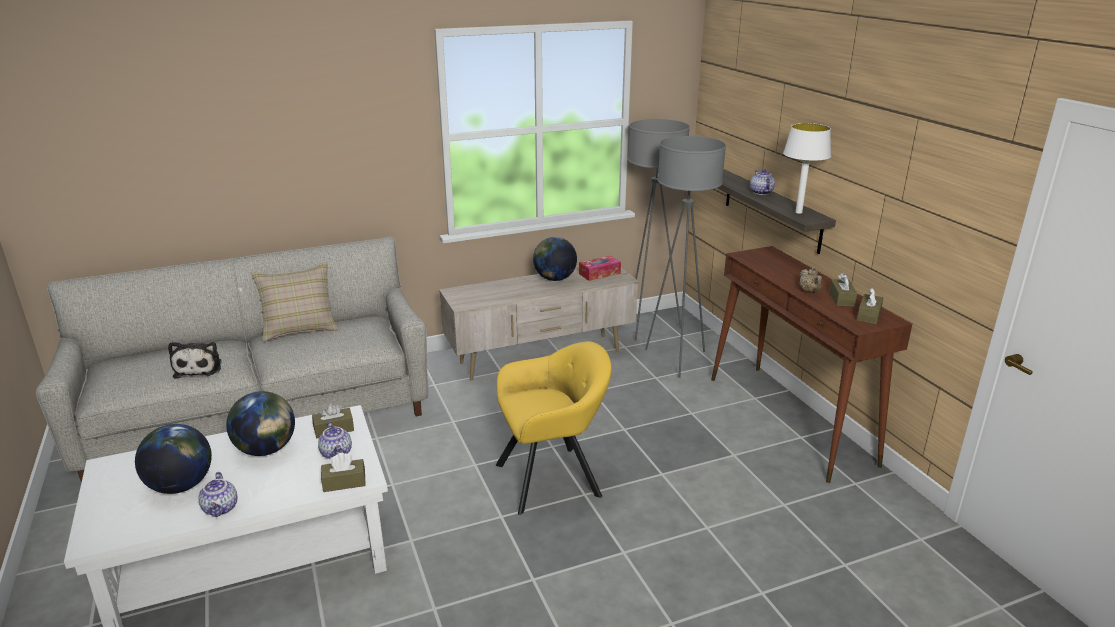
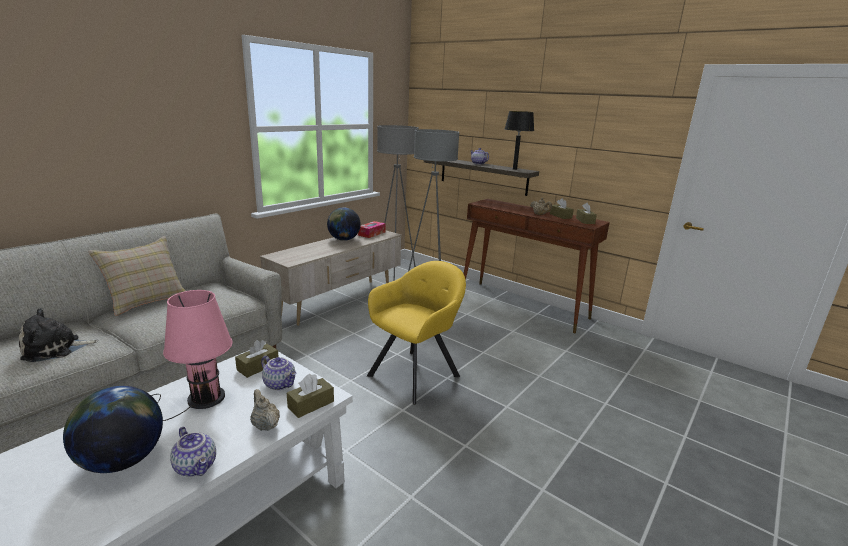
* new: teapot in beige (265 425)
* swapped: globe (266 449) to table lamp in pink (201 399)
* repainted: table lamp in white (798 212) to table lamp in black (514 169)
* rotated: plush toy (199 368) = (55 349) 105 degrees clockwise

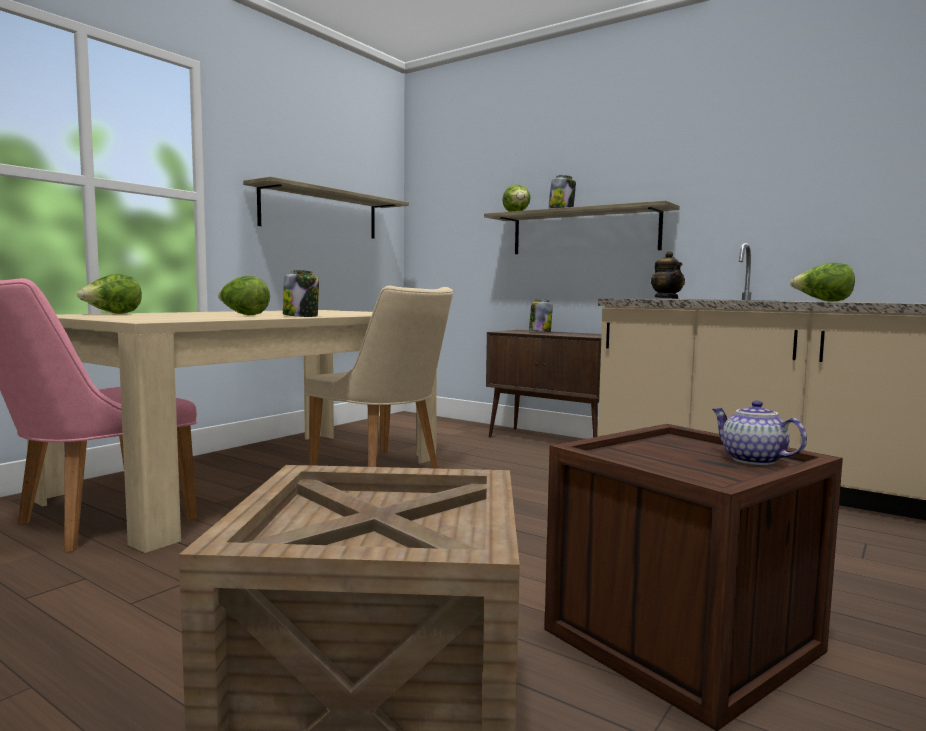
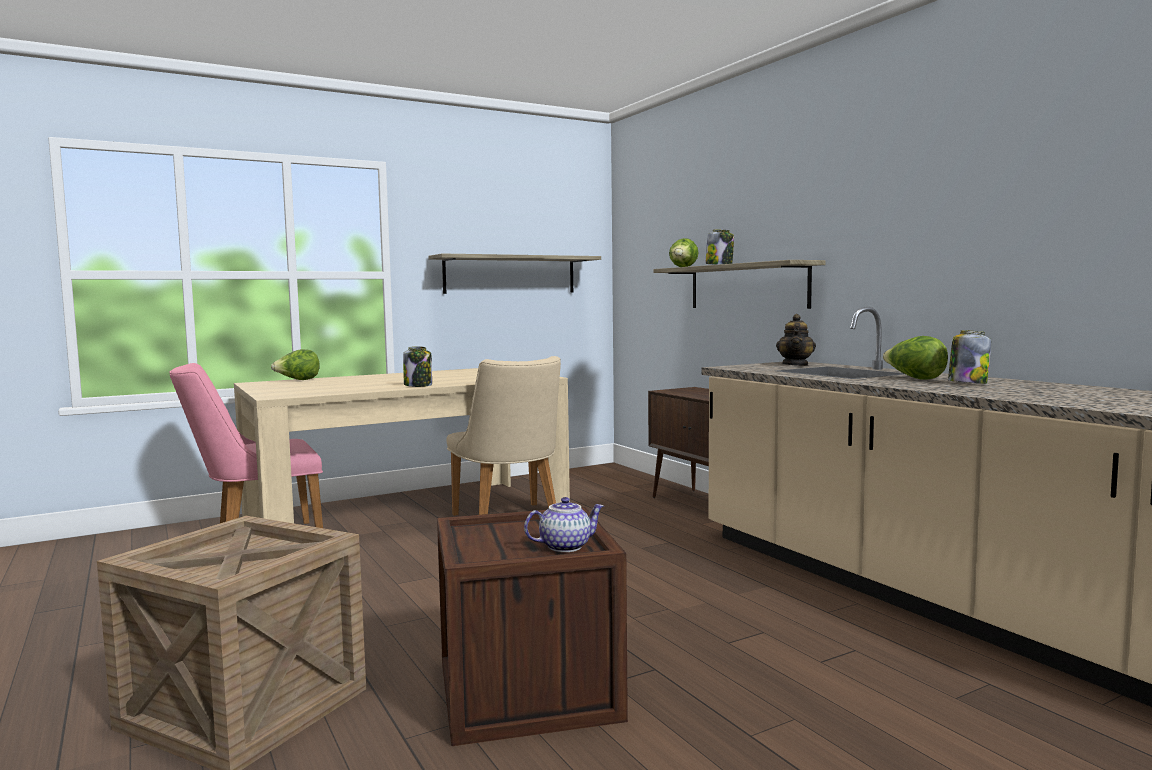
* gone: lettuce (243 315)
* shifted: jar (539 332) to (967 383)
* rotated: teapot (752 460) = (565 546) 75 degrees clockwise

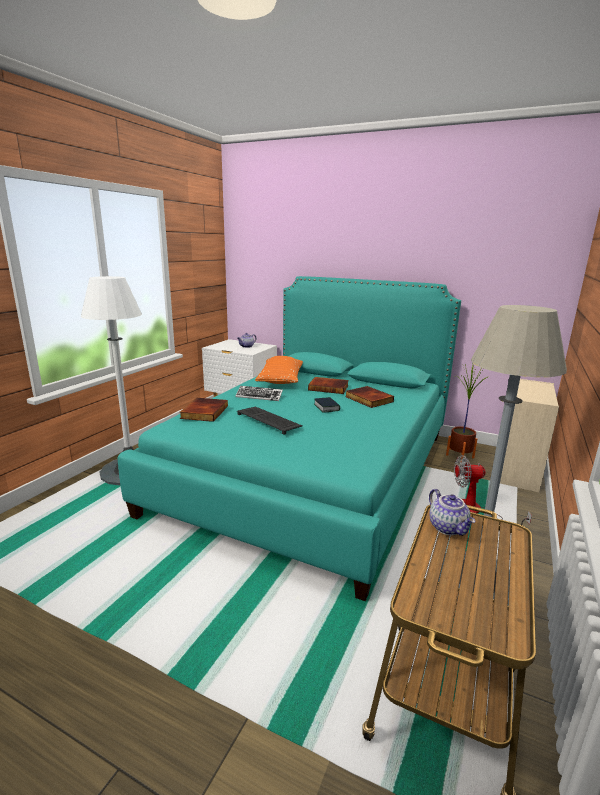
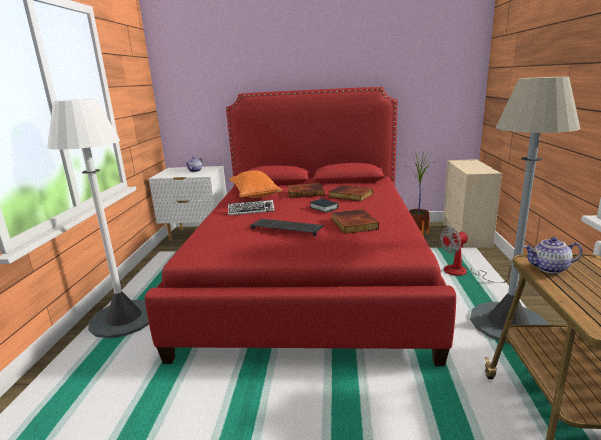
* shifted: book (203 412) to (352 224)
* repainted: bed in turquoise (311 470) to bed in red (309 273)
* rotated: teapot (448 528) = (549 269) 135 degrees clockwise

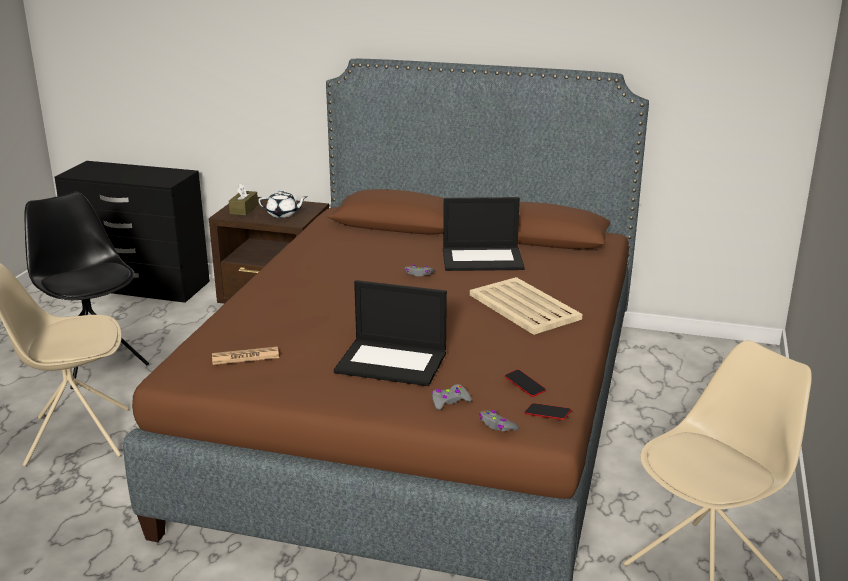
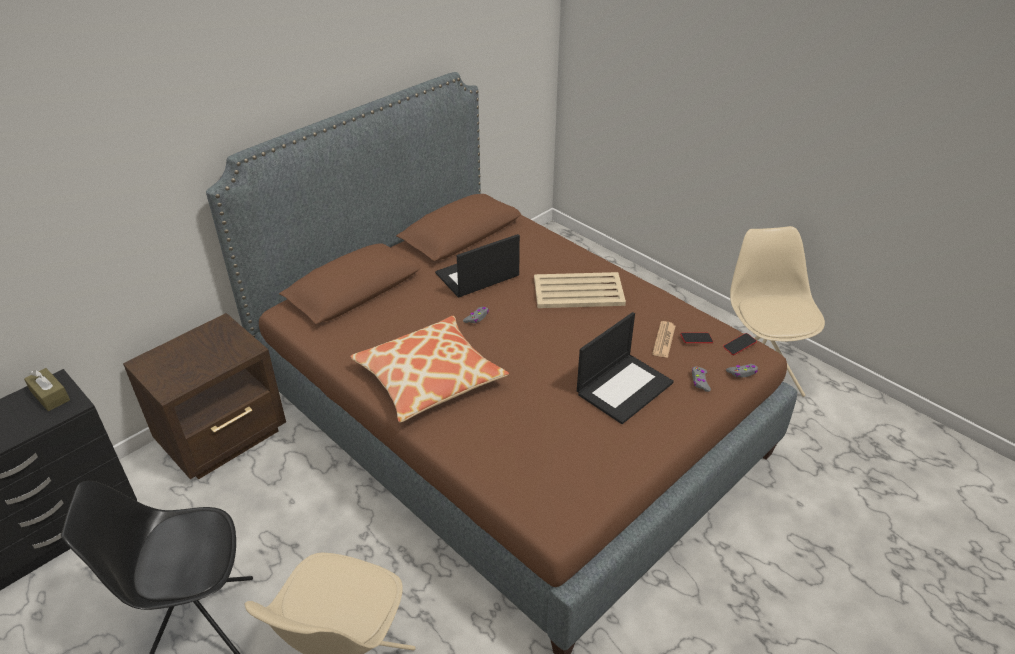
* gone: teapot in white (283 214)
* new: pillow (429 378)
* shifted: newspaper (245 357) to (664 340)
* shifted: tissue box in brown (244 209) to (50 395)
* rotated: laptop (483 259) = (477 276) 150 degrees counterclockwise

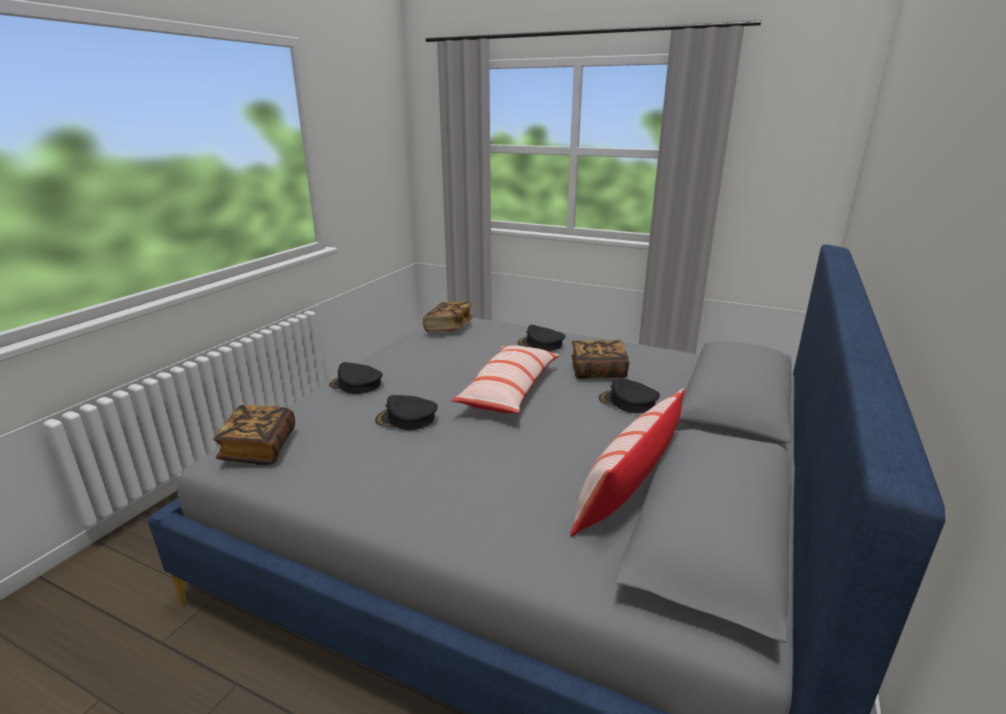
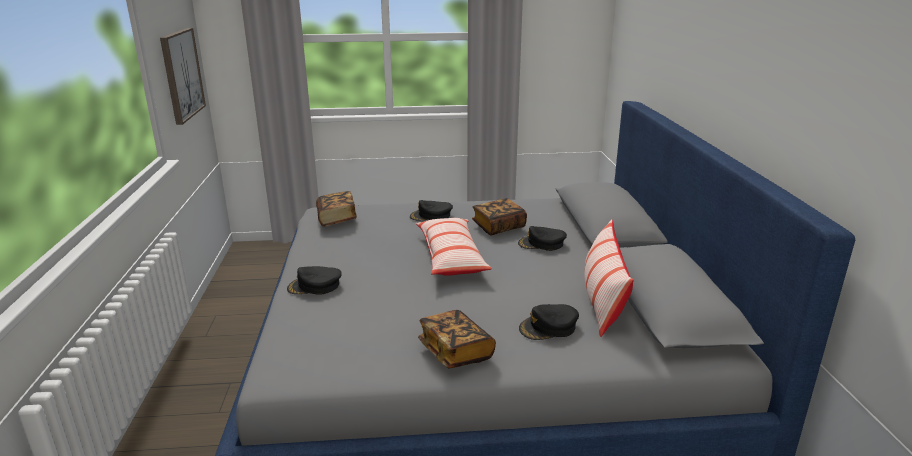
* new: picture (181 74)
* shifted: book (259 448) to (455 352)
* shifted: cap in black (406 419) to (548 327)

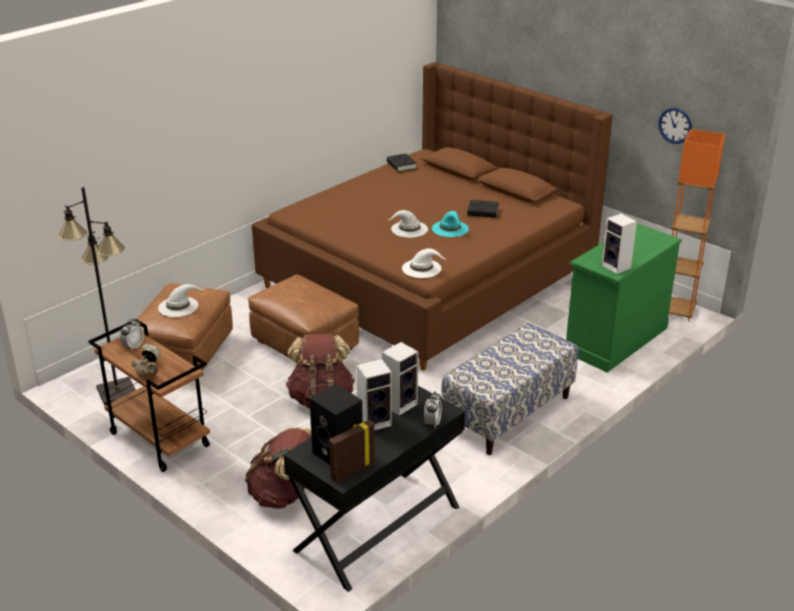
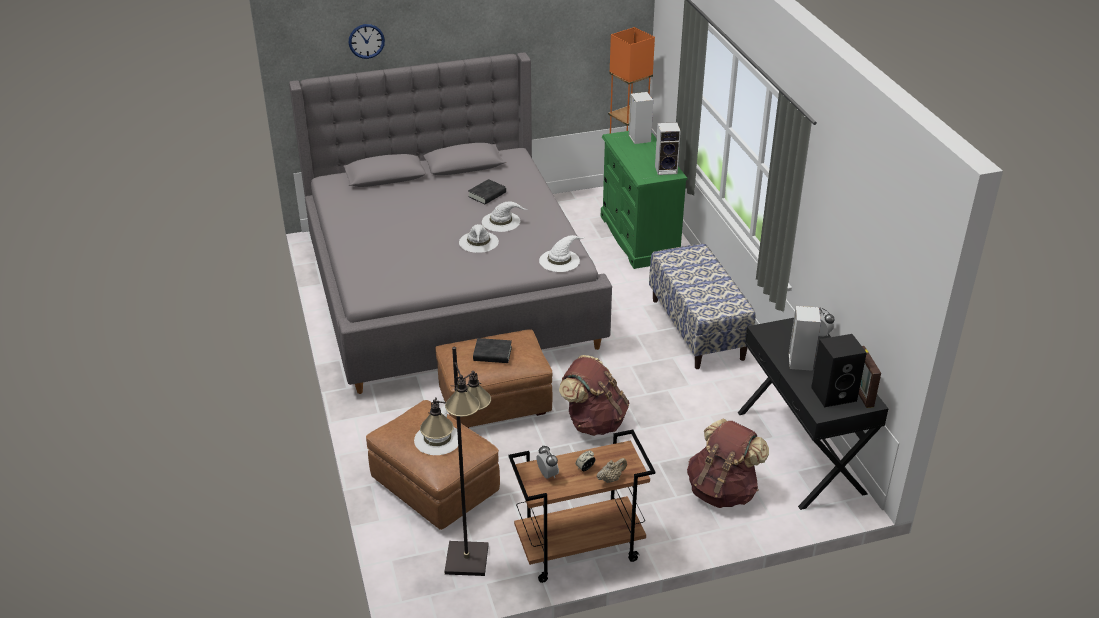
* shifted: speaker (400 404) to (638 138)
* shifted: book in black (401 165) to (492 354)
* shifted: wall clock (675 125) to (366 41)
* repainted: bed in brown (430 278) to bed in grey (450 288)
* repainted: hat in turquoise (450 229) to hat in white (501 221)

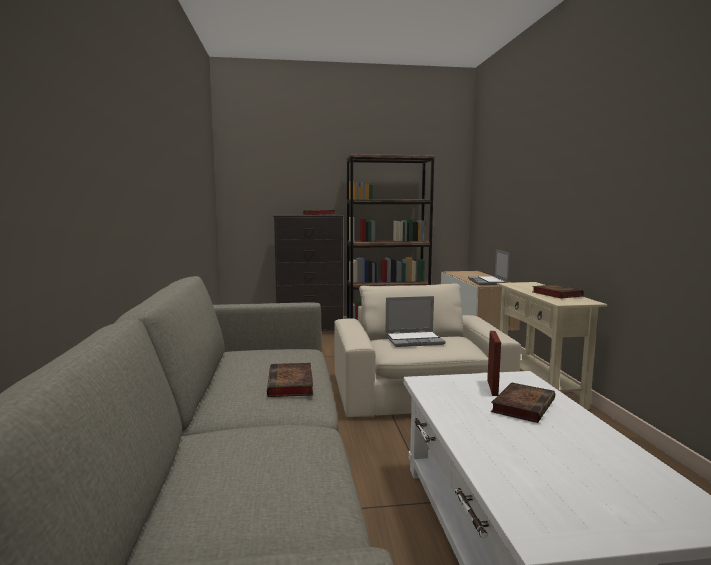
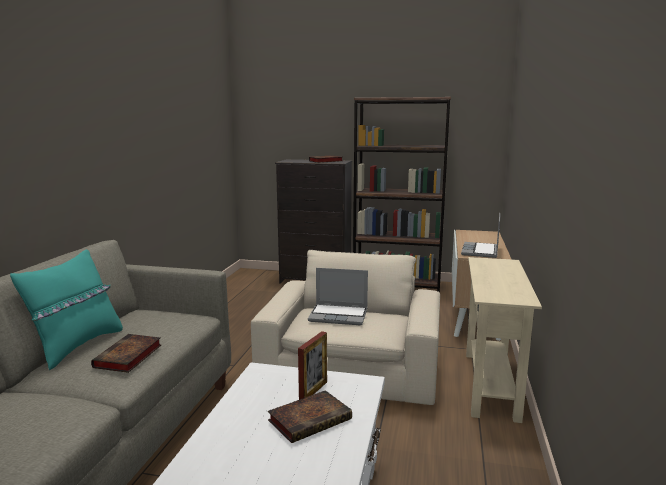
* gone: book (555 294)
* new: pillow in turquoise (77 346)

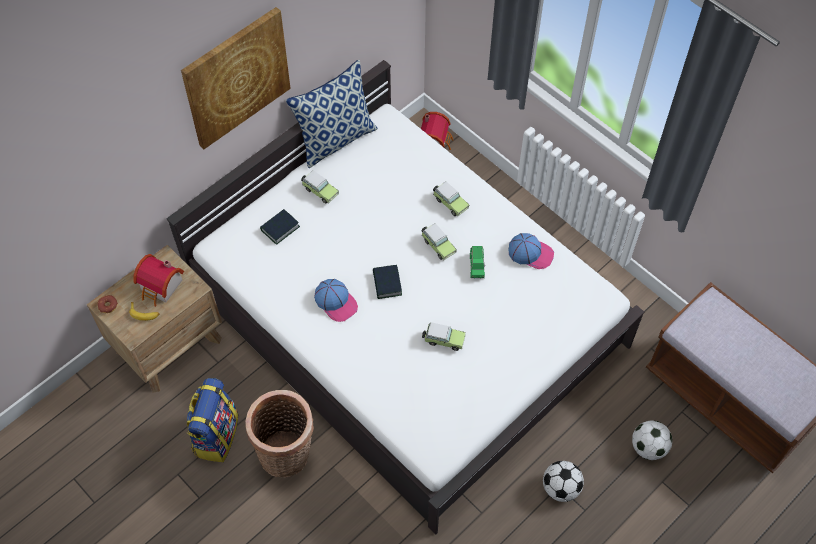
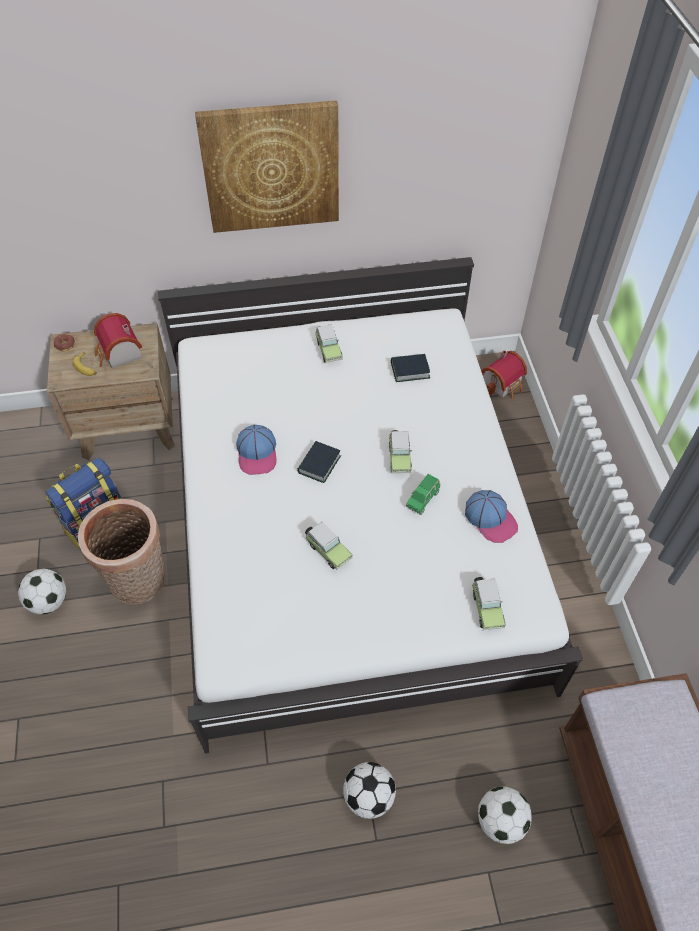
* gone: pillow (336 139)
* new: football (49 601)
* shifted: book (280 228) to (410 370)
* shifted: toy car (450 203) to (486 607)

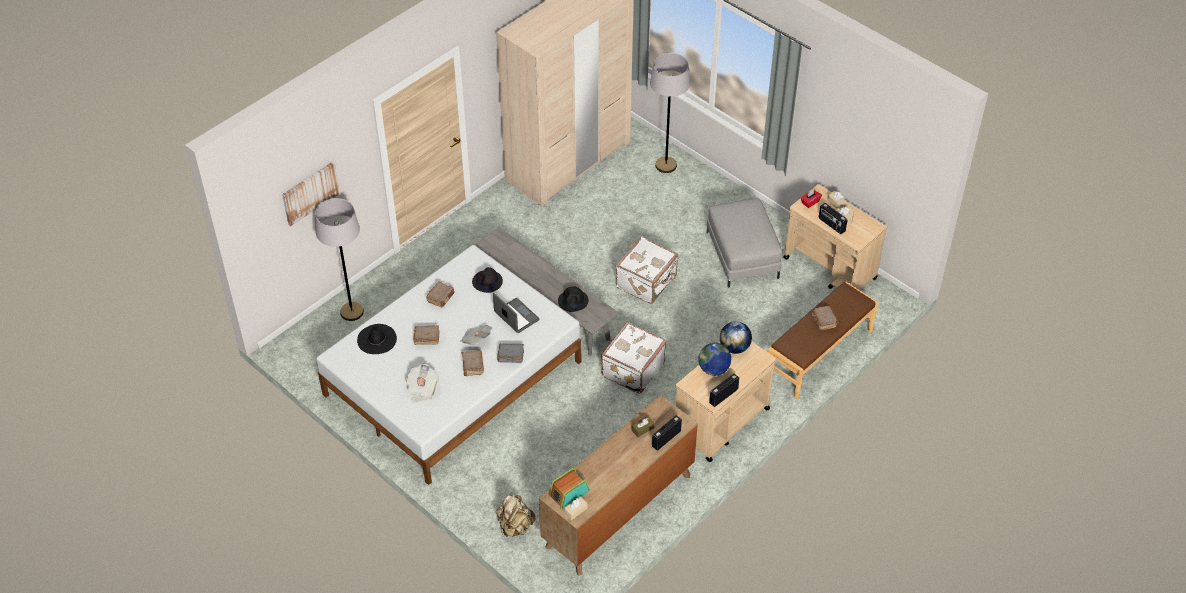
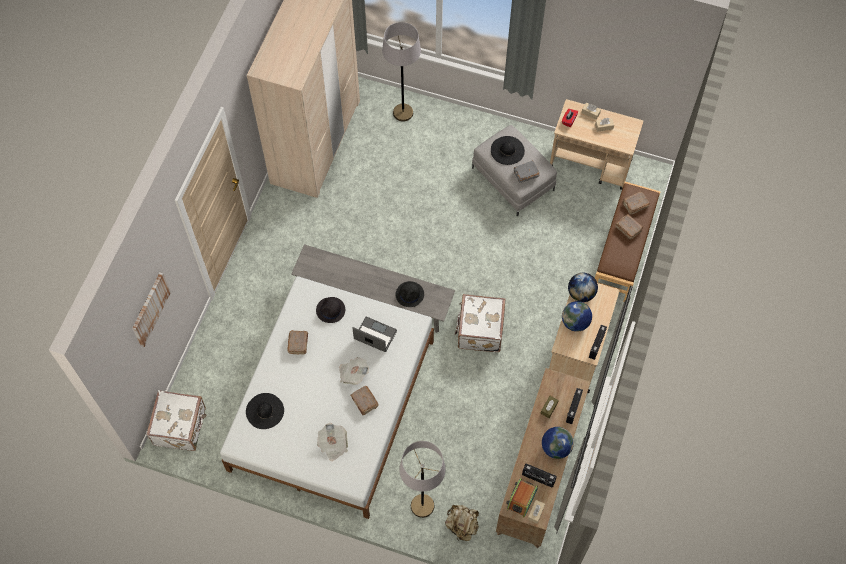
* new: hat in black (507 150)
* new: globe (556 447)
* shifted: floor lamp in grey (352 312) to (422 506)
* shifted: book in brown (426 338) to (634 205)
* shifted: book in grey (510 356) to (525 174)
* shifted: suitcase in white (647 282) to (181 426)
* shifted: radio (831 225) to (538 478)

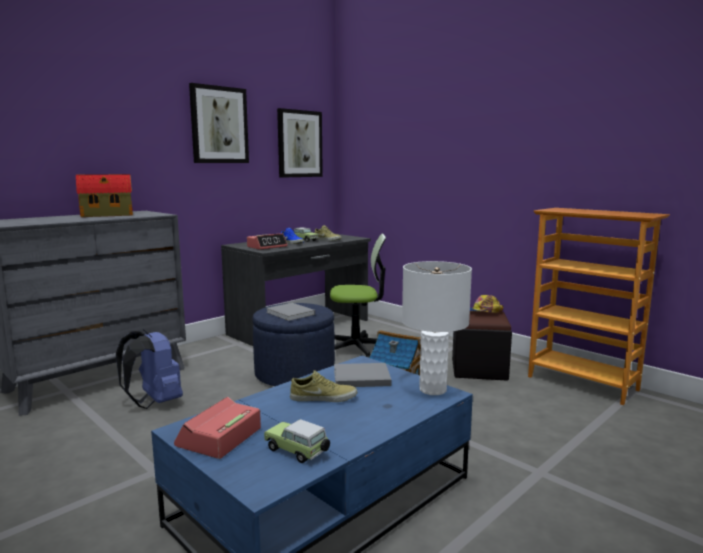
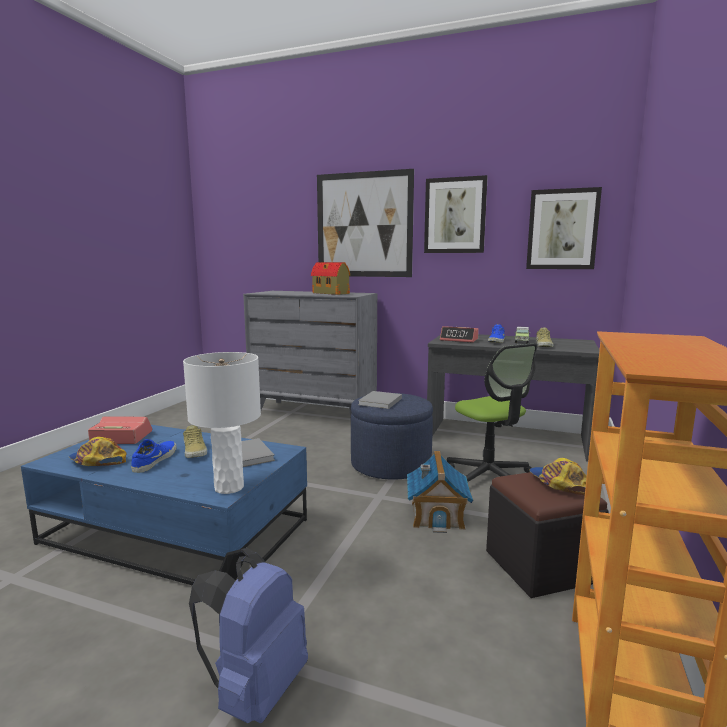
* new: shoe in blue (154 460)
* new: picture (364 225)
* shifted: backpack in blue (154 402) to (255 689)
* swapped: toy car (298 452) to cap (97 461)

